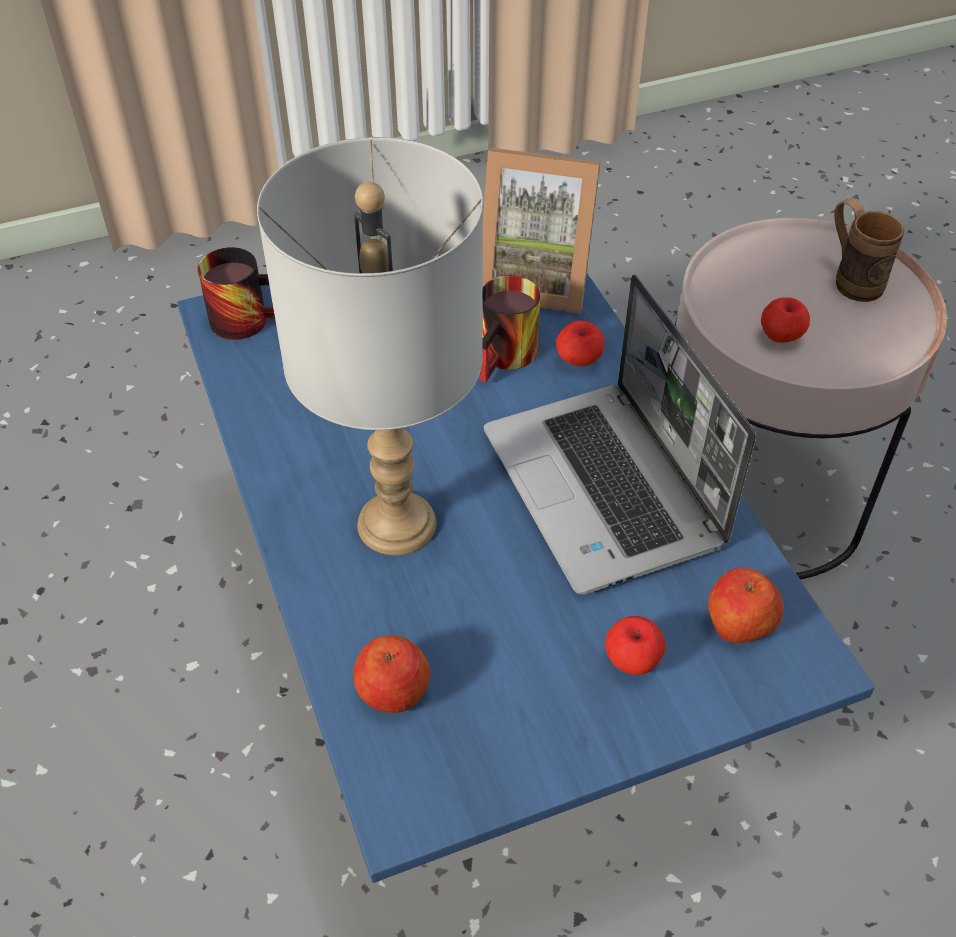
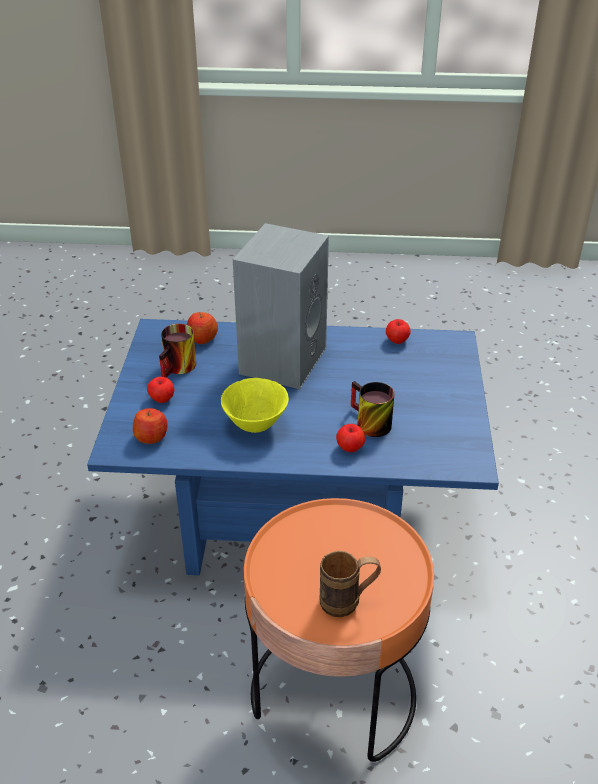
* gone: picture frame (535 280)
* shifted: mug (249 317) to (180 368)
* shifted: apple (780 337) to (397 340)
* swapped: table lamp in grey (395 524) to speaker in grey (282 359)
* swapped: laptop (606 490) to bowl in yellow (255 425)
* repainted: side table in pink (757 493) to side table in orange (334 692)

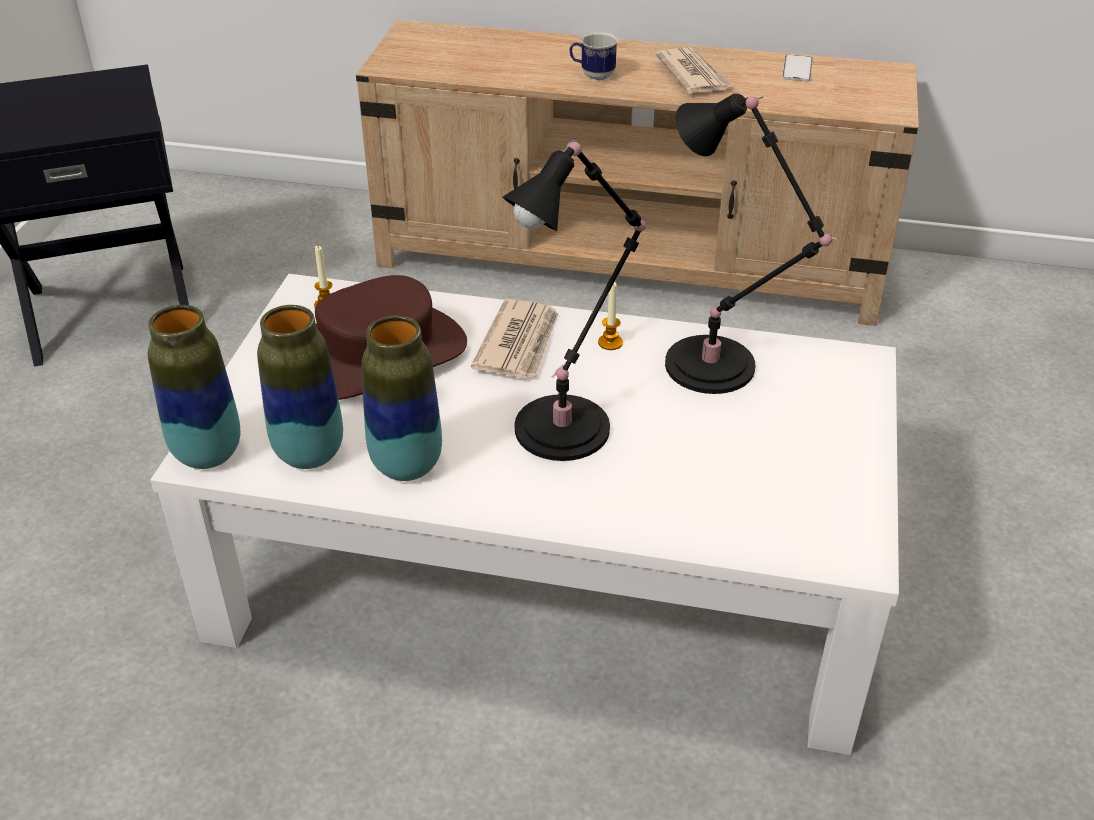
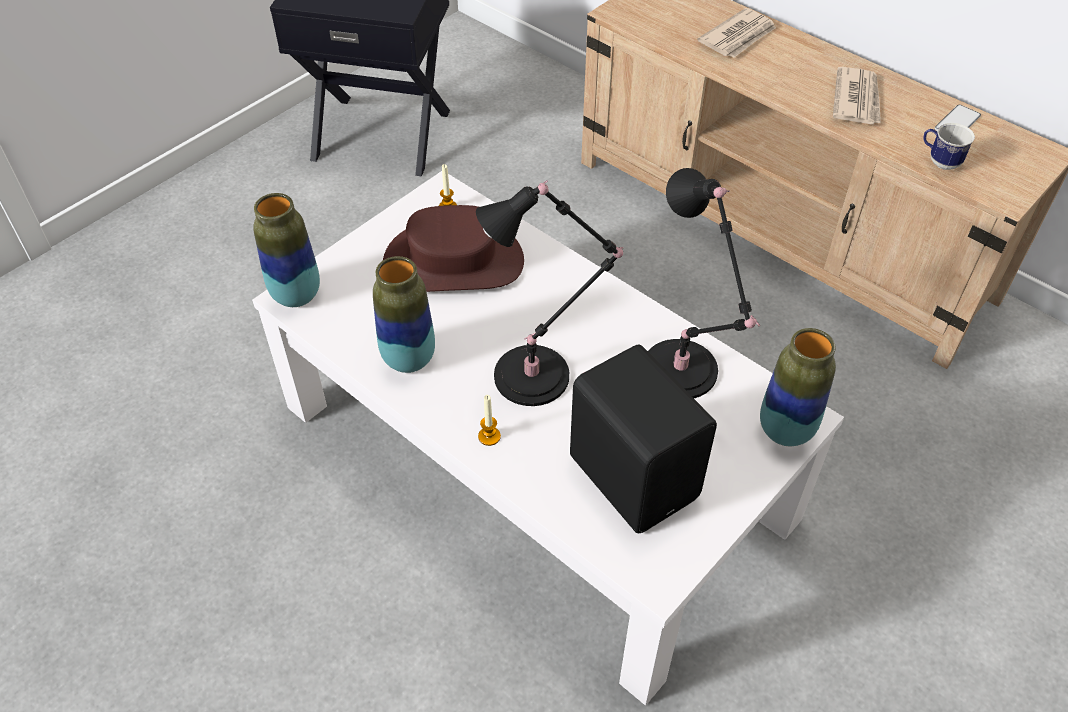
* new: speaker in black (635 475)
* shifted: vase (309 454) to (785 430)
* shifted: newspaper (519 343) to (738 37)
* shifted: mug (592 75) to (939 161)
* shifted: candle (610 342) to (489 436)

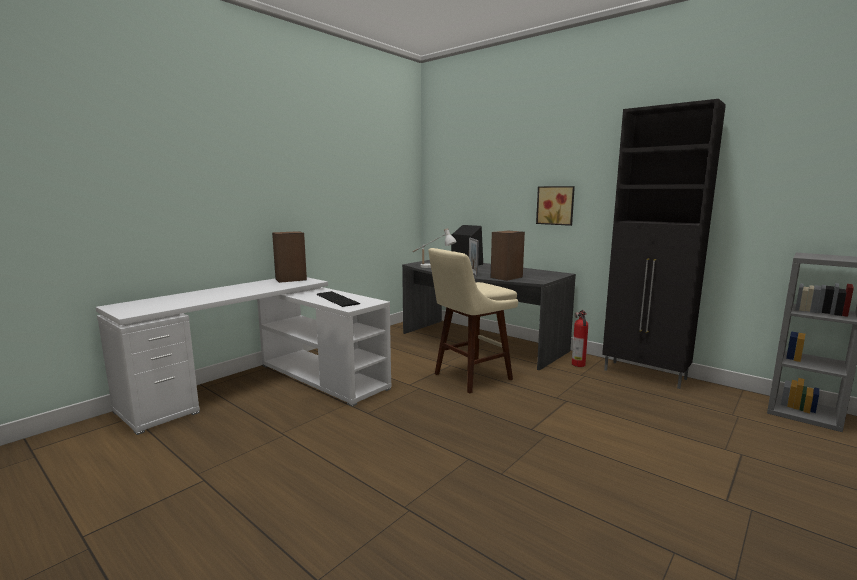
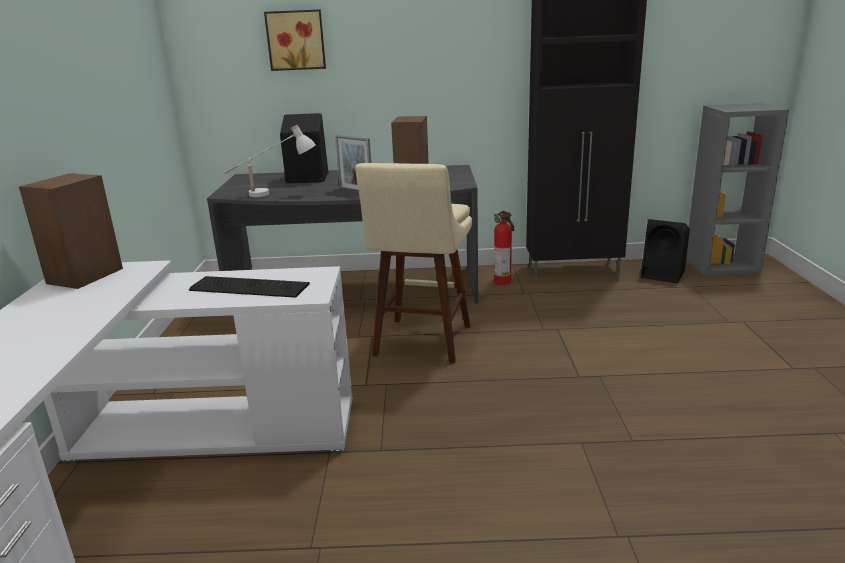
* new: speaker in black (664 274)
* shifted: picture (556 205) to (296 40)

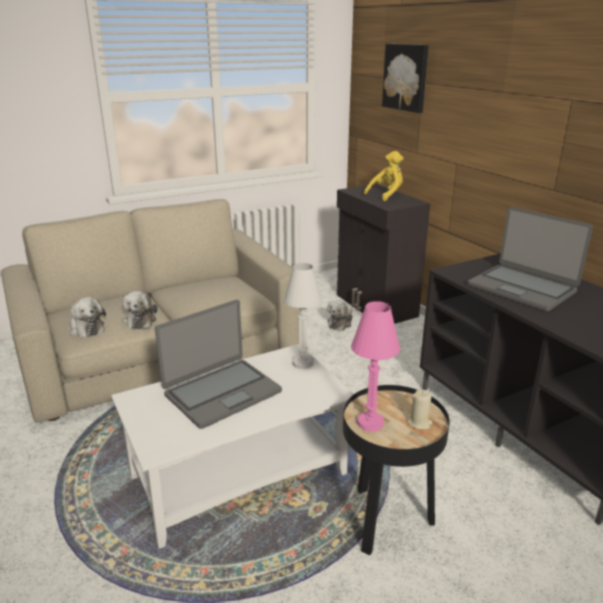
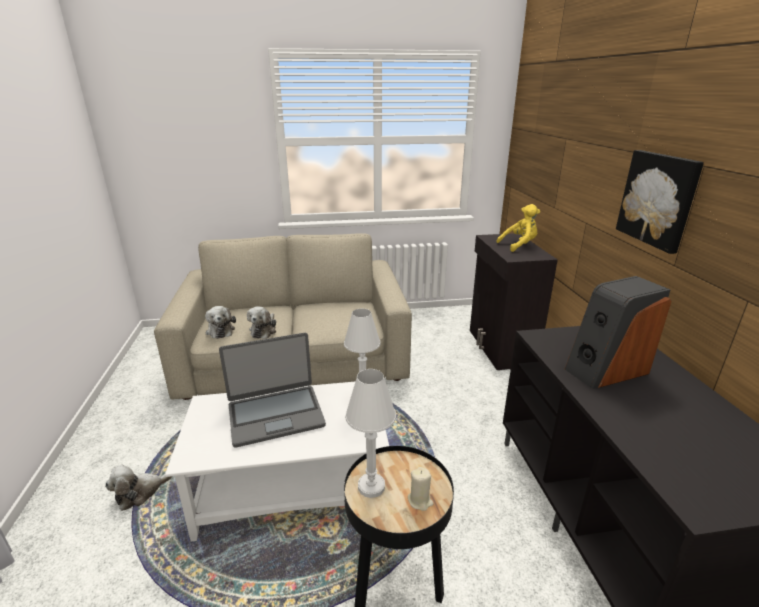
* shifted: plush toy (340 323) to (140 493)
* shifted: picture (406 77) to (658 199)
* swapped: laptop (522 288) to speaker (605 370)
* repainted: table lamp in pink (370 423) to table lamp in white (371 486)

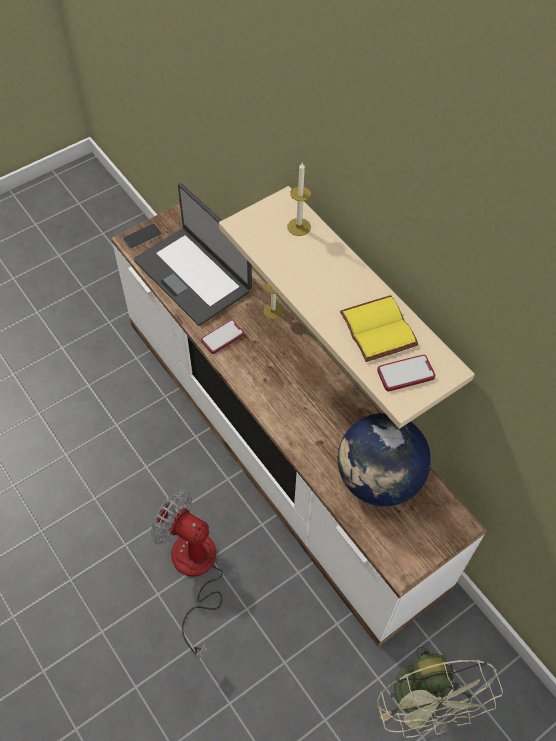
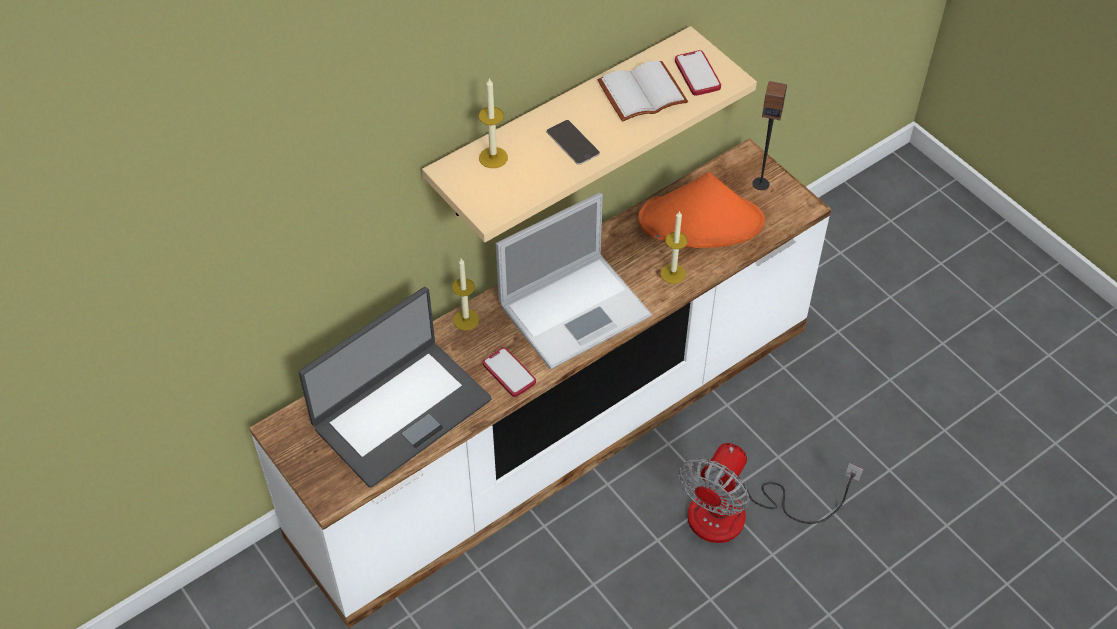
* gone: fan in green (424 703)
* new: laptop (576 309)
* new: candle (673 273)
* new: speaker (760 183)
* shifted: phone (142 236) to (572 142)
* swapped: globe (378 479) to hat in orange (701 221)
* repainted: book in yellow (380 330) to book in white (642 91)

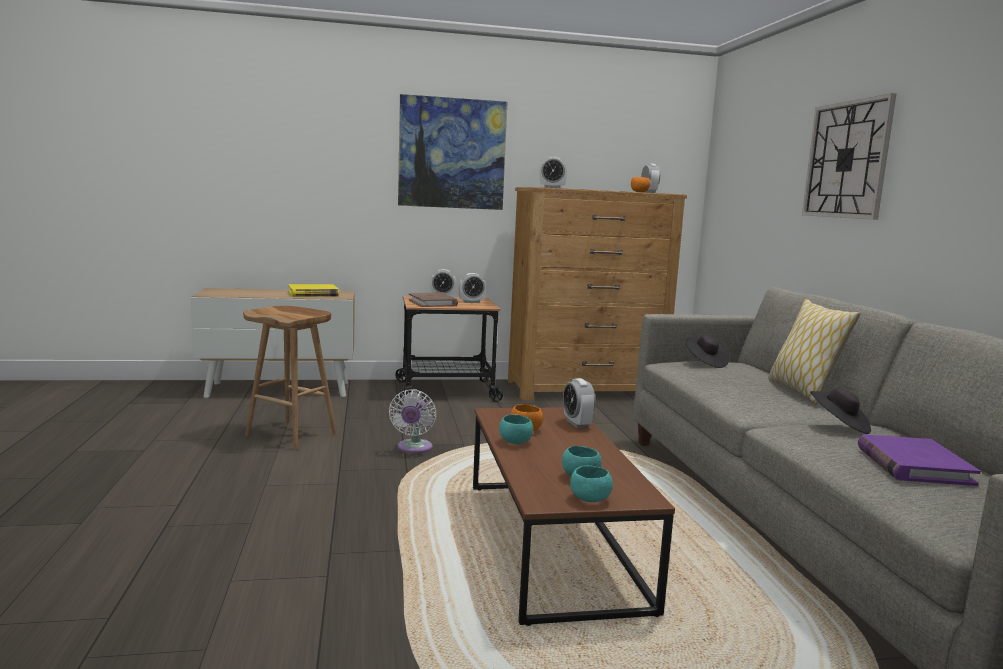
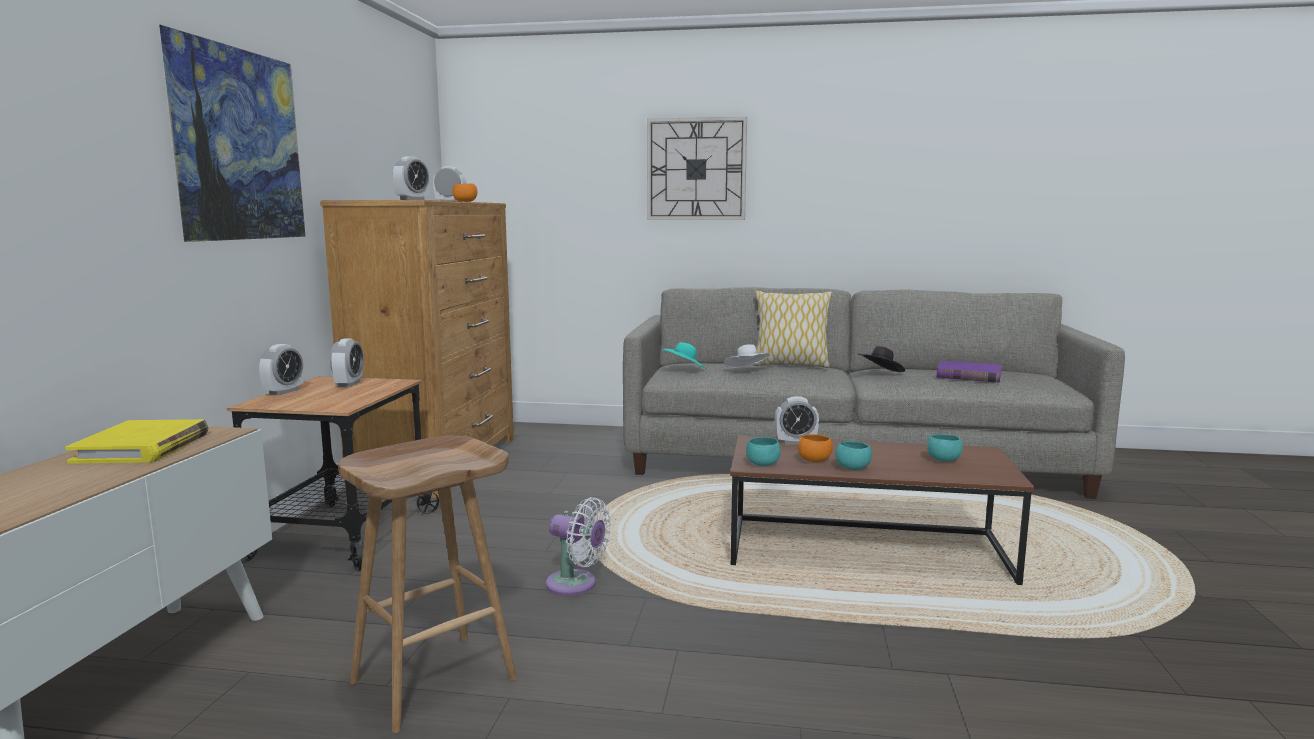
* gone: book in brown (433 303)
* new: hat in white (747 371)
* shifted: bowl in turquoise (590 499) to (762 464)
* repainted: hat in black (705 363) to hat in turquoise (684 369)

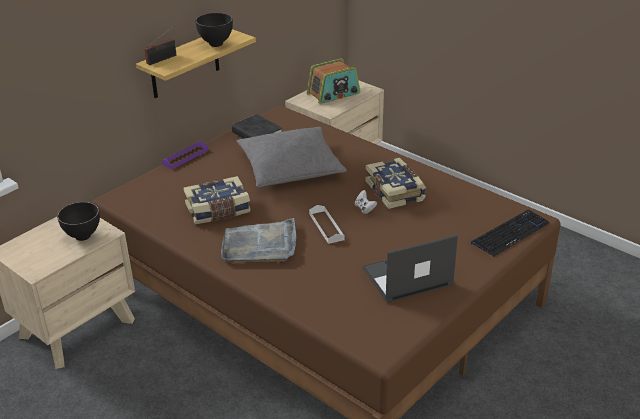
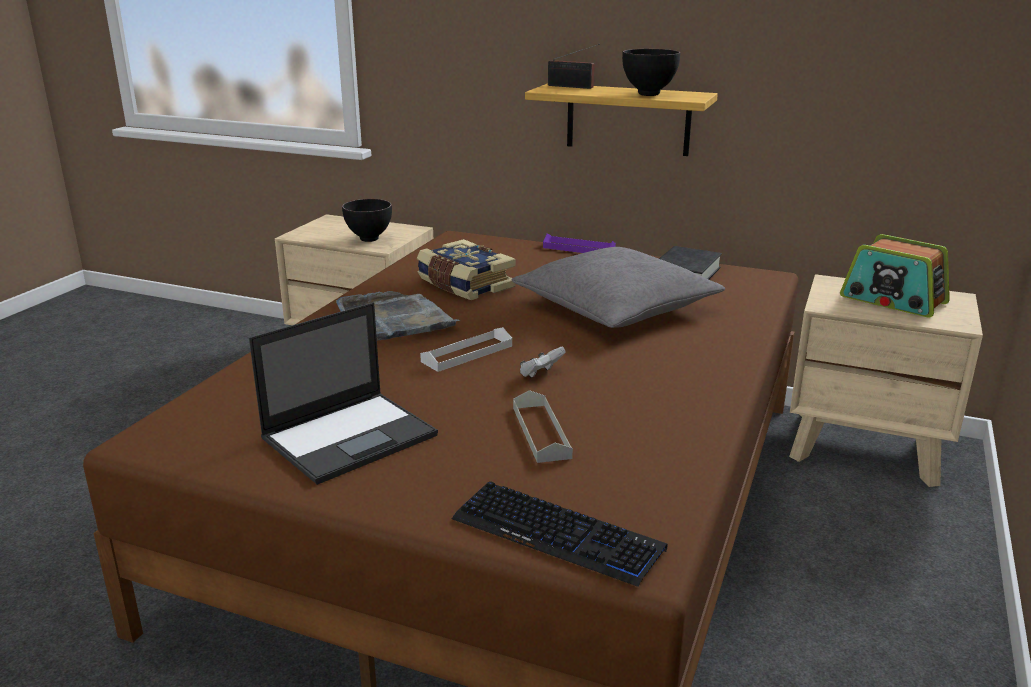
* gone: book (396 191)
* new: tray in grey (541 432)
* rotated: laptop (406 277) = (351 436) 90 degrees clockwise

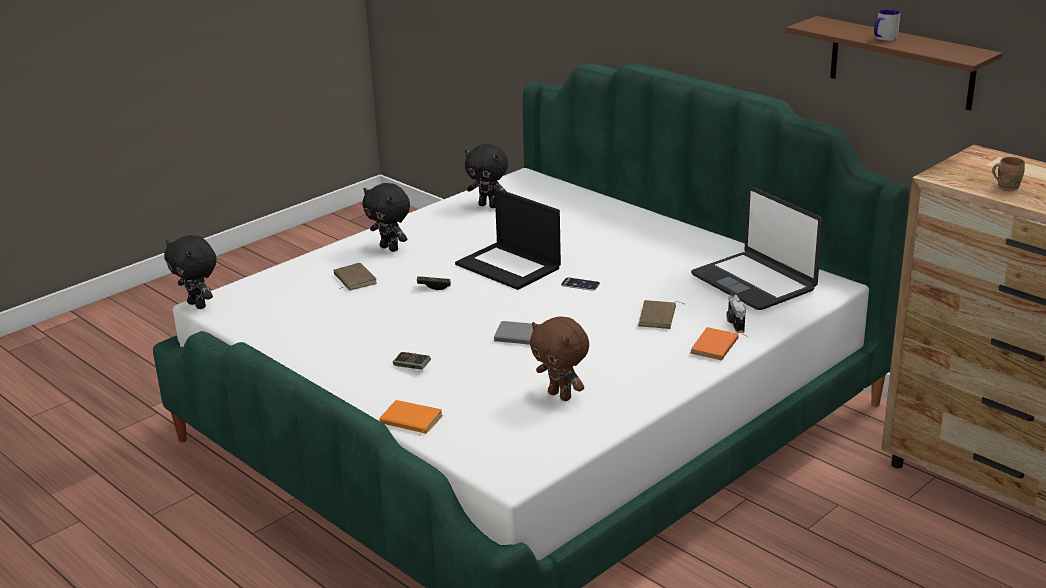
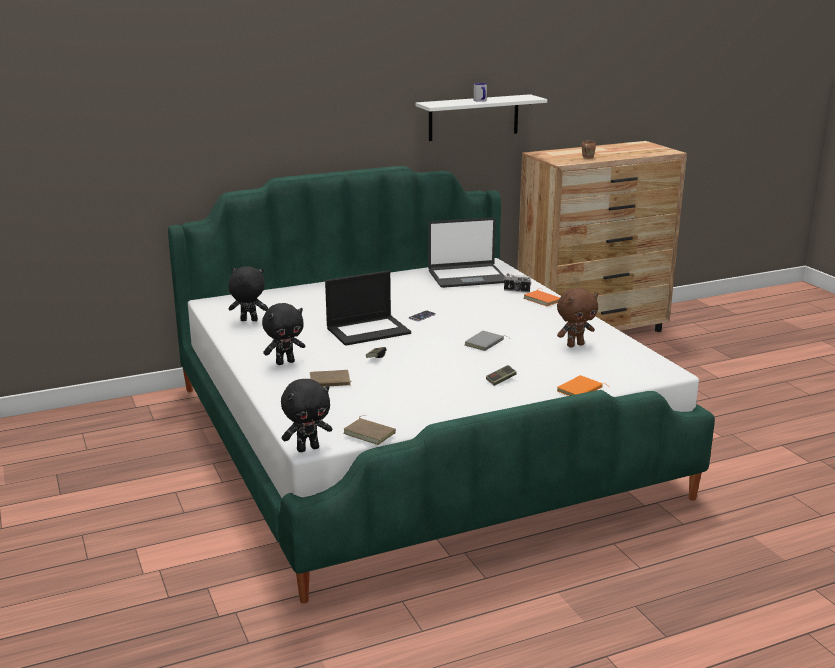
* shifted: book in brown (659 317) to (370 433)
* repainted: shelf in brown (901 63) to shelf in white (473 117)
* rotated: plush toy in black (488 205) = (248 321) 135 degrees counterclockwise

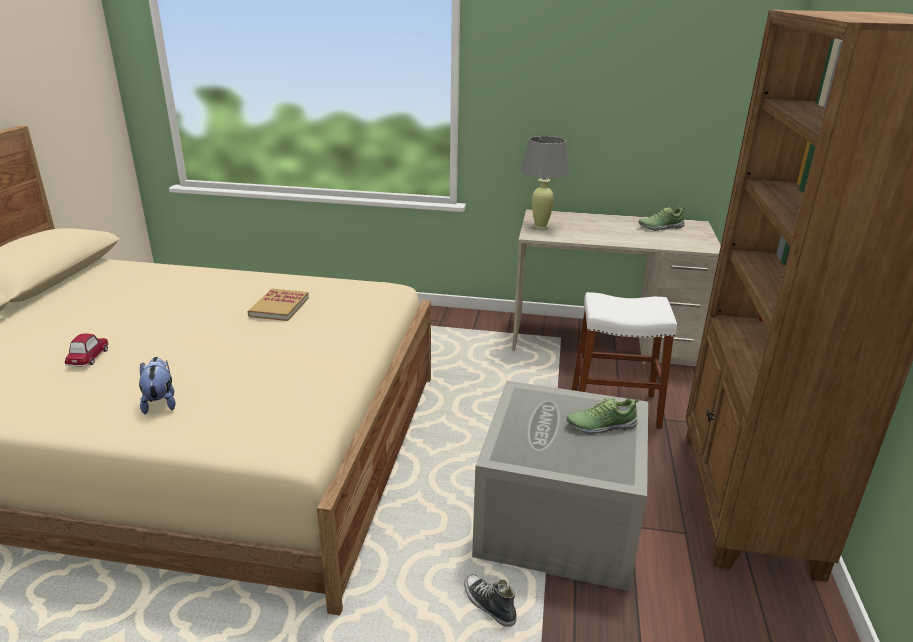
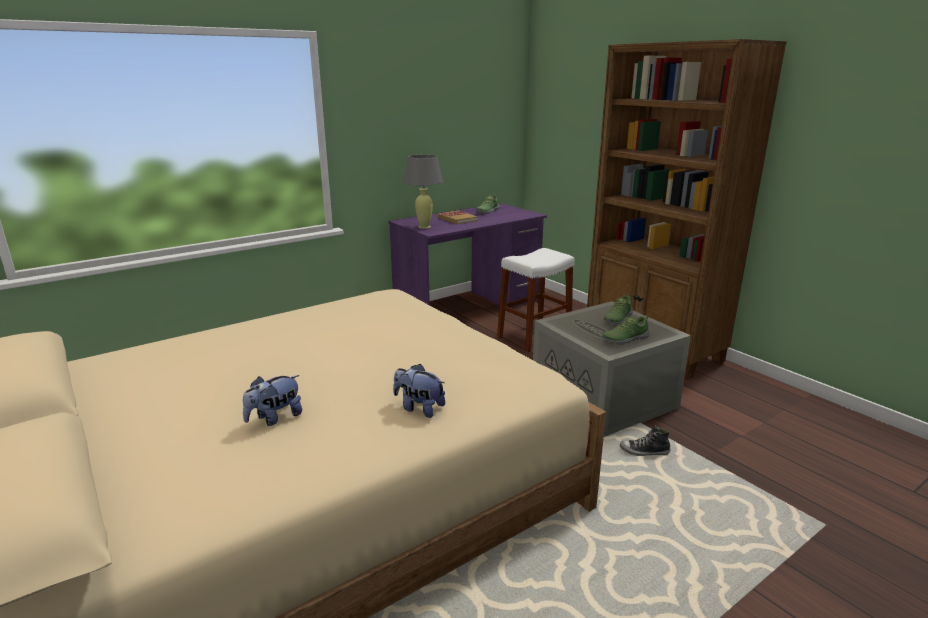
* new: shoe (625 339)
* shifted: book (279 307) to (457 219)
* swapped: toy car (88 357) to plush toy (275 418)
* repainted: desk in beige (603 341) to desk in purple (468 306)

